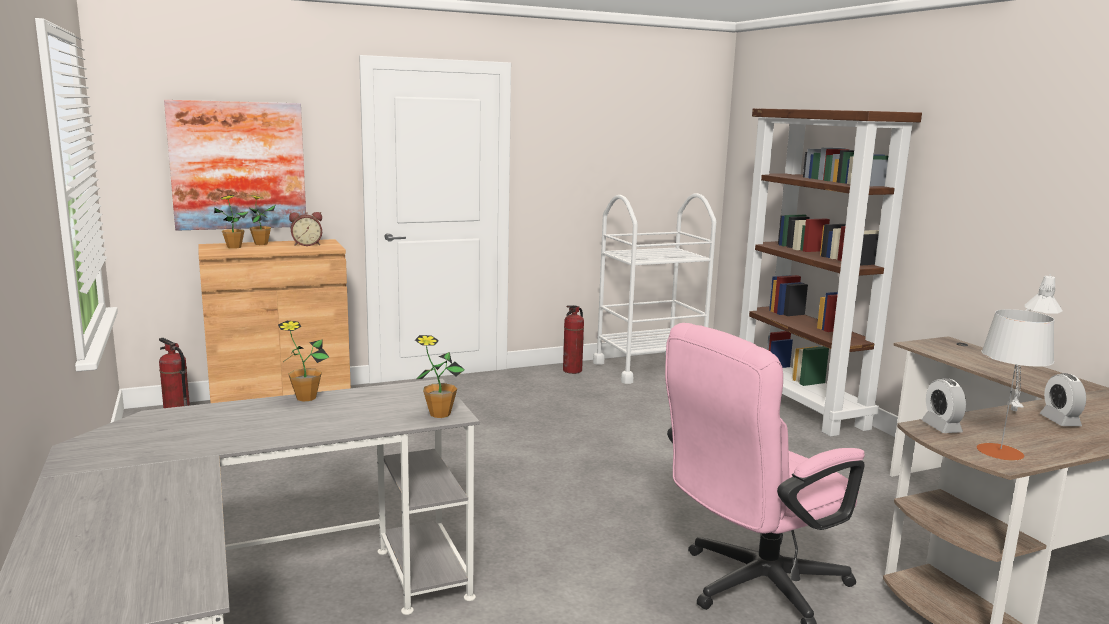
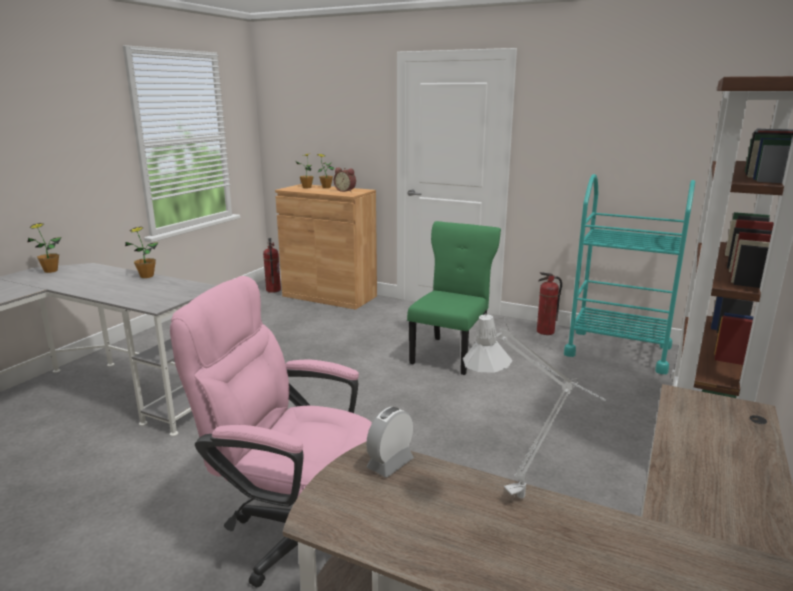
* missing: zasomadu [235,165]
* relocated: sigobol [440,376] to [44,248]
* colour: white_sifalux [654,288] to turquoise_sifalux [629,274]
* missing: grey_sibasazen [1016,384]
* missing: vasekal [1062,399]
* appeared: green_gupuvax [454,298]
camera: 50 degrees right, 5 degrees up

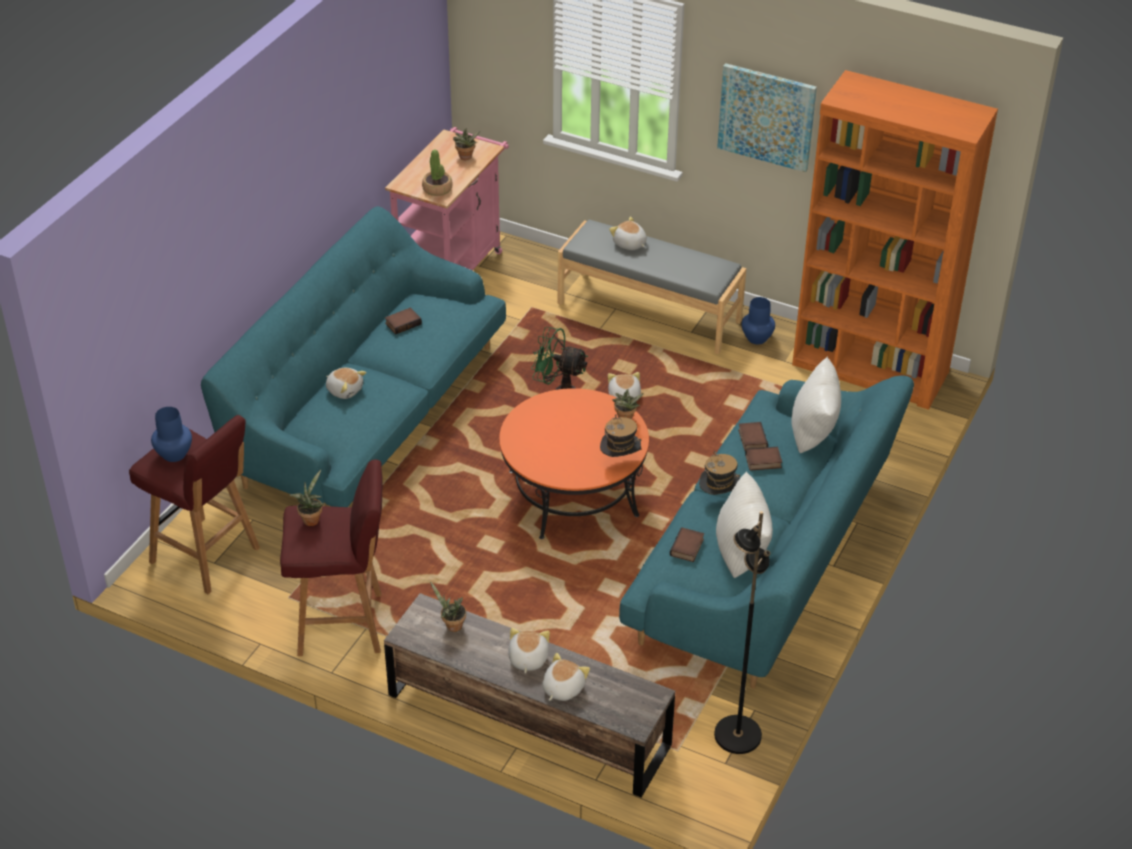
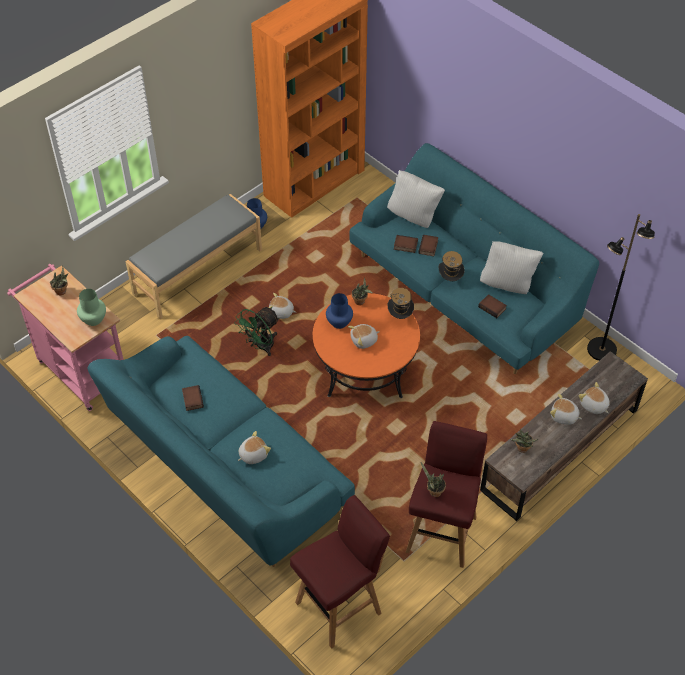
* relocated: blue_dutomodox [171,434] to [339,311]
* exchanged: sigobol [437,173] to green_dutomodox [91,307]
* relocated: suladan [628,233] to [364,336]
* missing: zasomadu [767,117]
camera: 70 degrees left, 10 degrees up

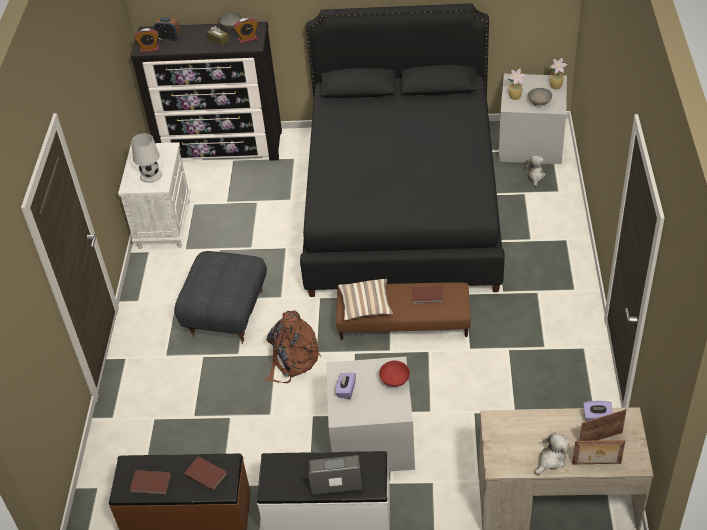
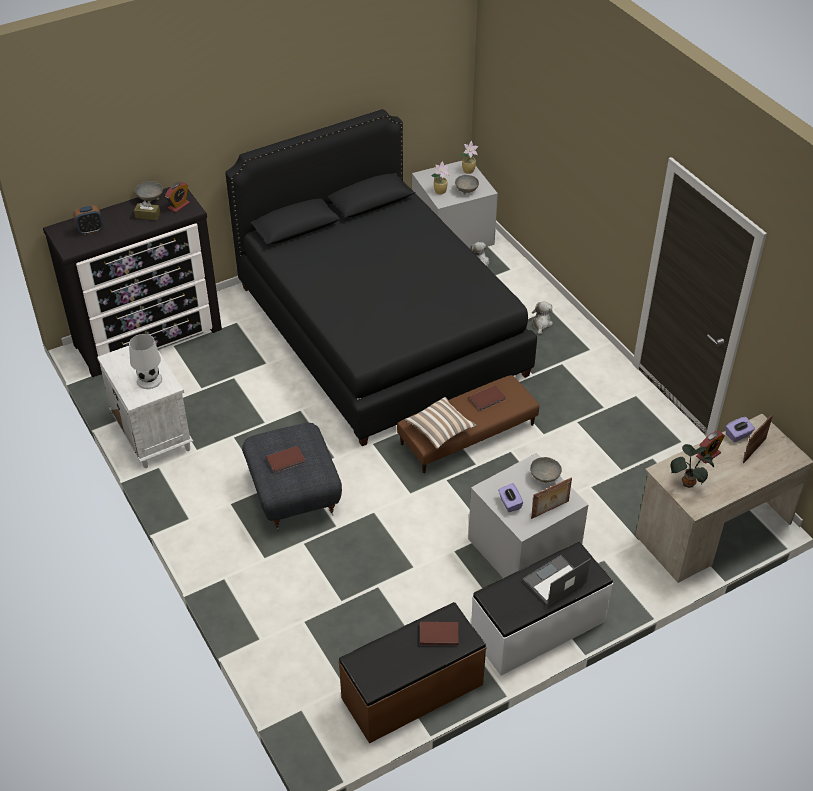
* relocated: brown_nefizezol [150,482] to [286,459]
* relocated: vasekal [146,40] to [710,447]
* missing: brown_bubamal [293,347]
* colour: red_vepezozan [394,373] to grey_vepezozan [546,470]
* relocated: suladan [551,453] to [542,318]
* relocated: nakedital [598,452] to [551,498]
* appeared: sigobol [692,466]
camera: 35 degrees left, 0 degrees up

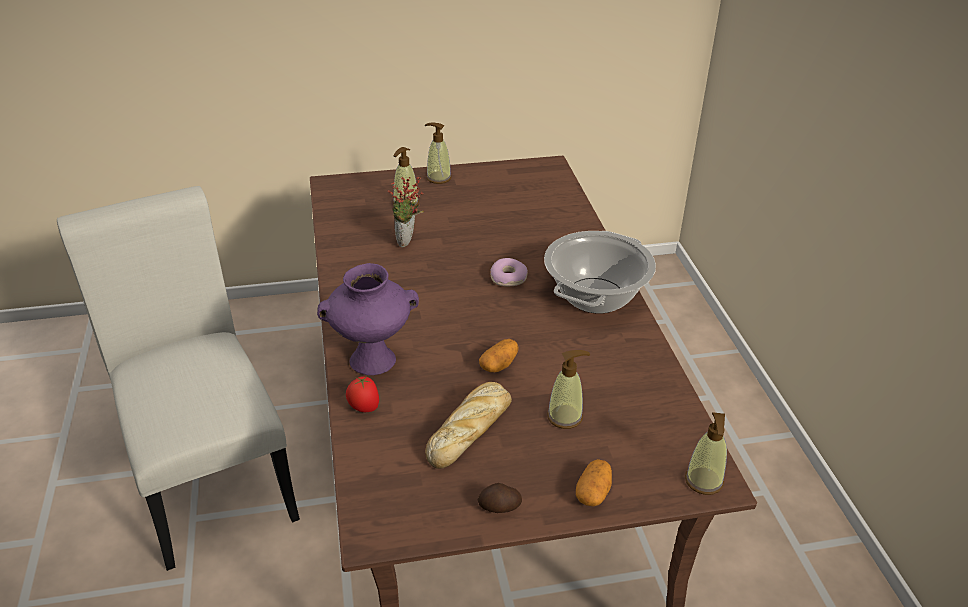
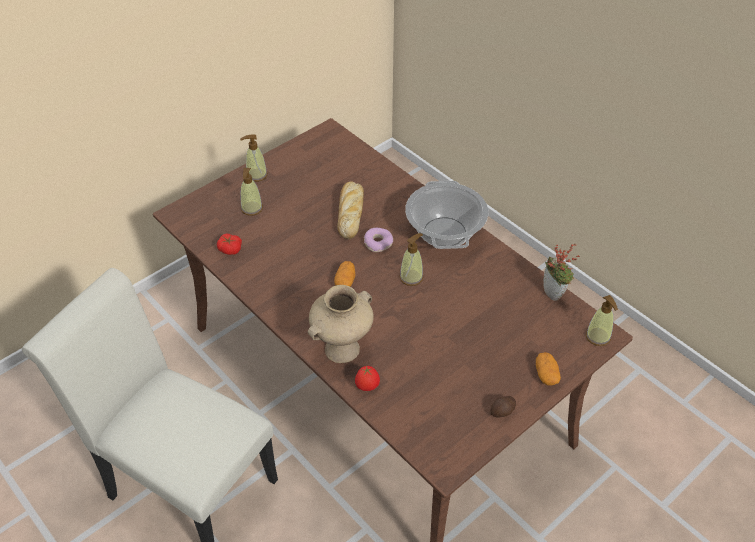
* colour: purple_dutomodox [368,319] to beige_dutomodox [341,324]
* relocated: sigobol [405,211] to [561,272]
* relocated: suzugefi [468,425] to [350,210]
* relocated: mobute [499,355] to [345,274]
* relocated: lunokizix [568,389] to [411,259]
* appeared: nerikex [229,244]
camera: 30 degrees left, 10 degrees up

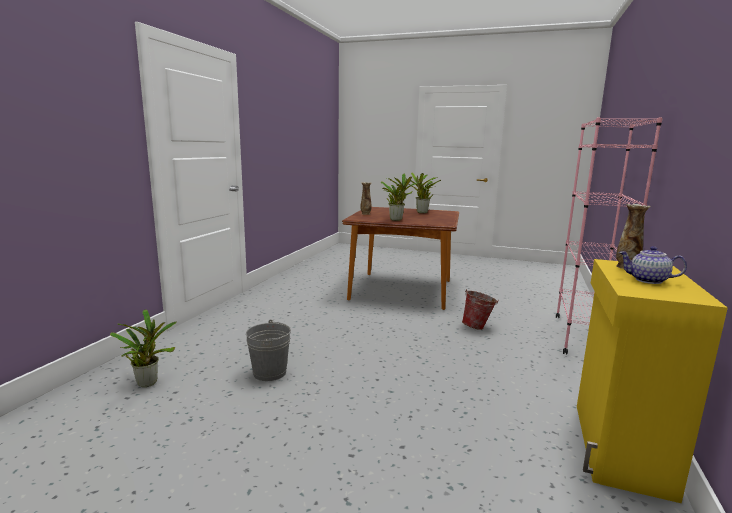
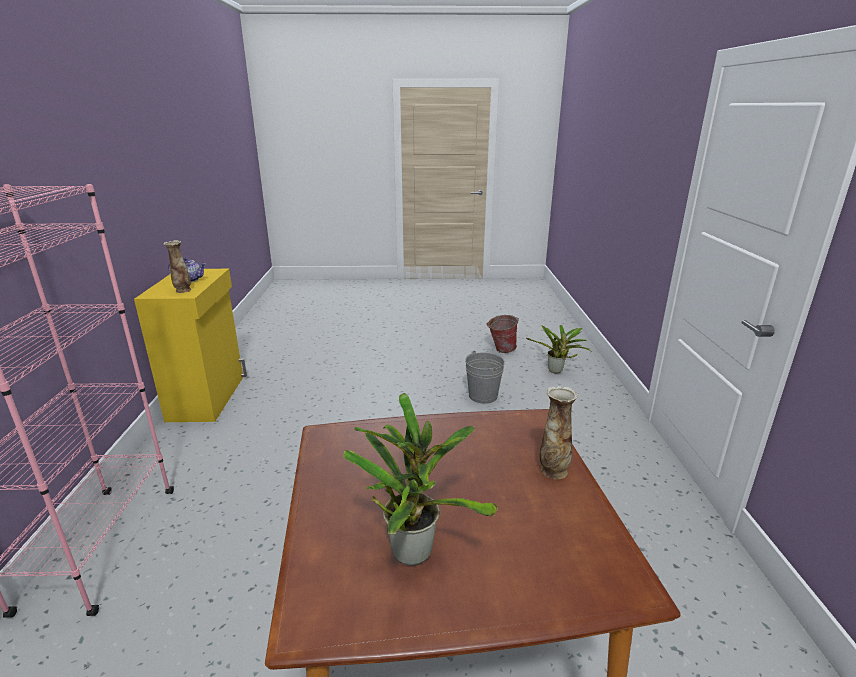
* missing: sigobol [400,197]
* relocated: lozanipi [480,309] to [503,334]
camera: 160 degrees right, 10 degrees up

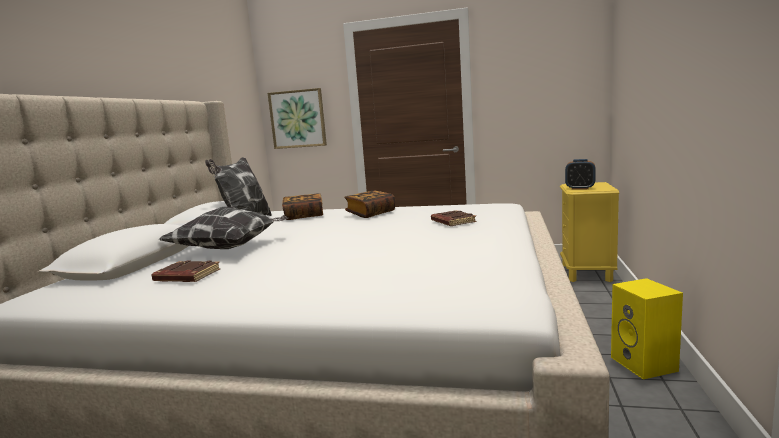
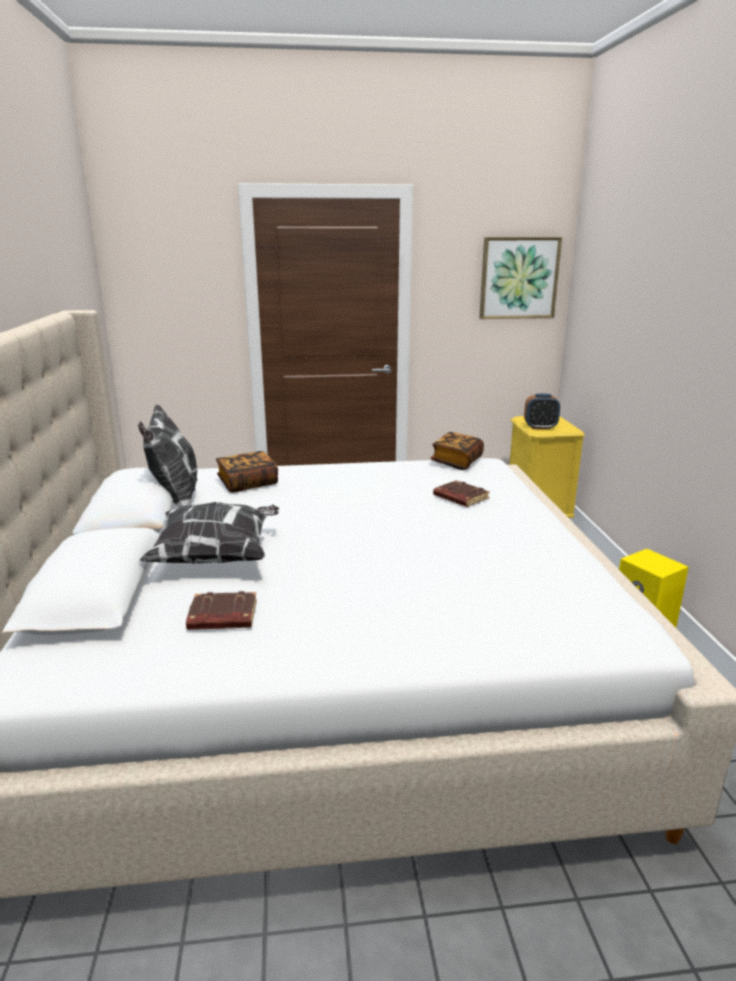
* relocated: zasomadu [297,118] to [520,278]
* relocated: nefizezol [369,204] to [457,451]
camera: 20 degrees left, 10 degrees up

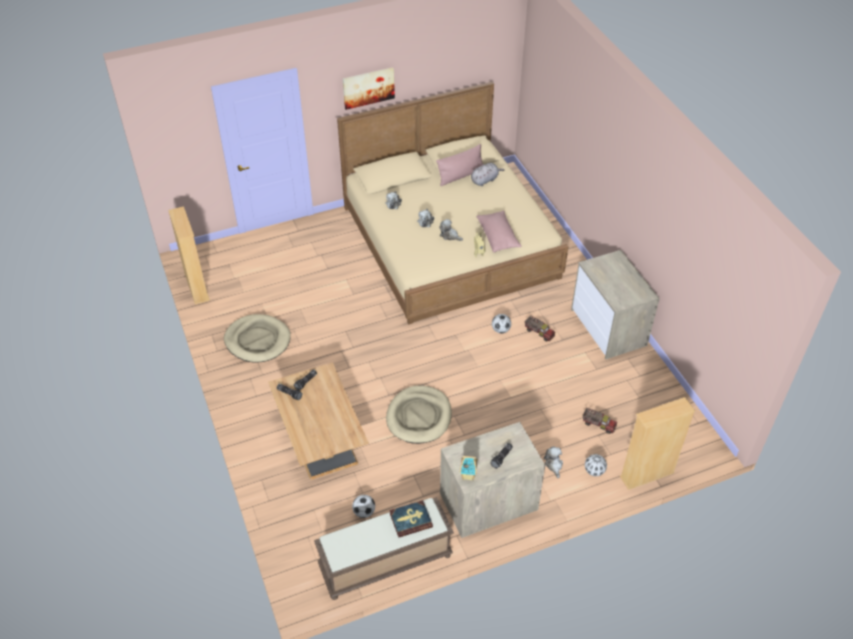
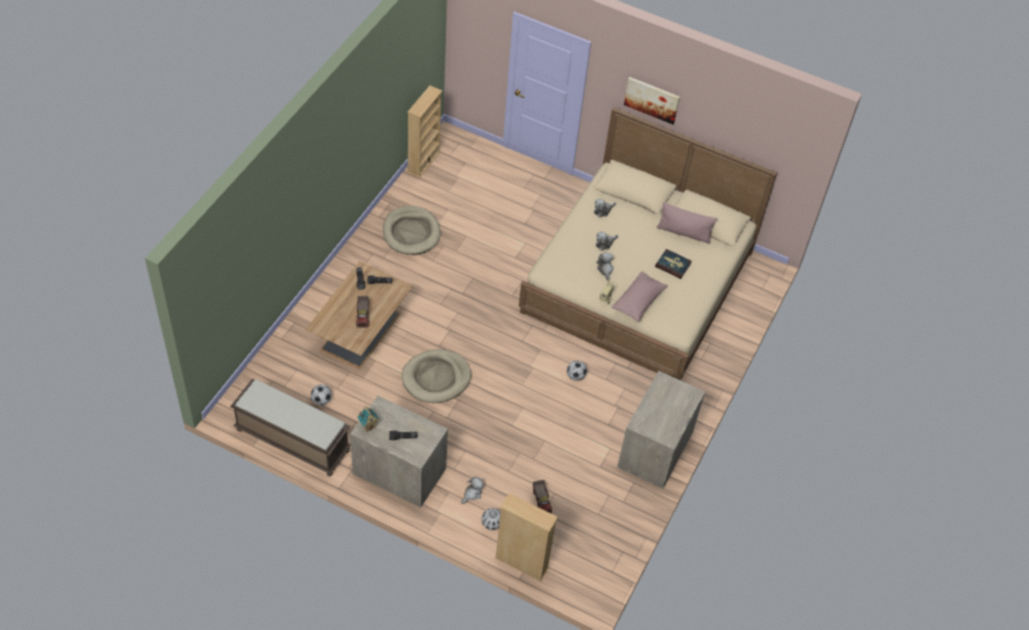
* relocated: nefizezol [411,518] to [673,264]
* missing: grey_suladan [488,174]
* relocated: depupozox [540,328] to [362,312]
camera: 45 degrees right, 5 degrees up

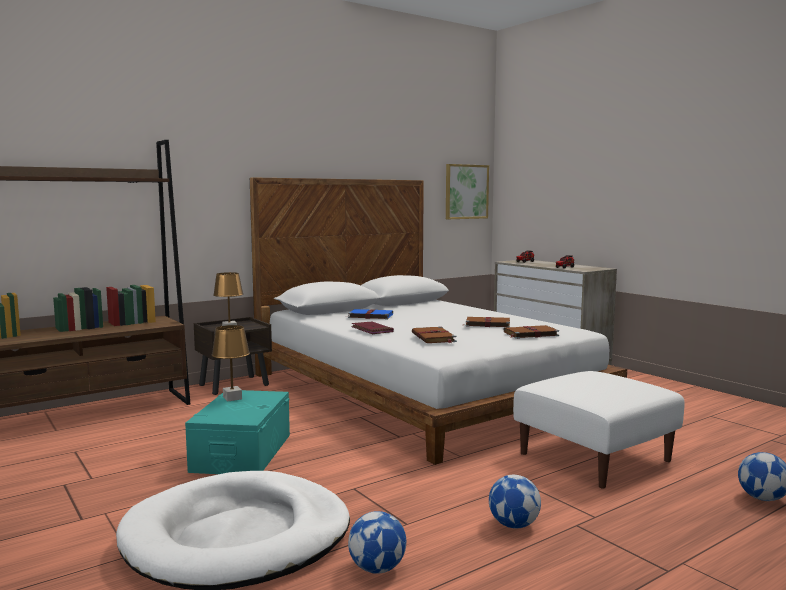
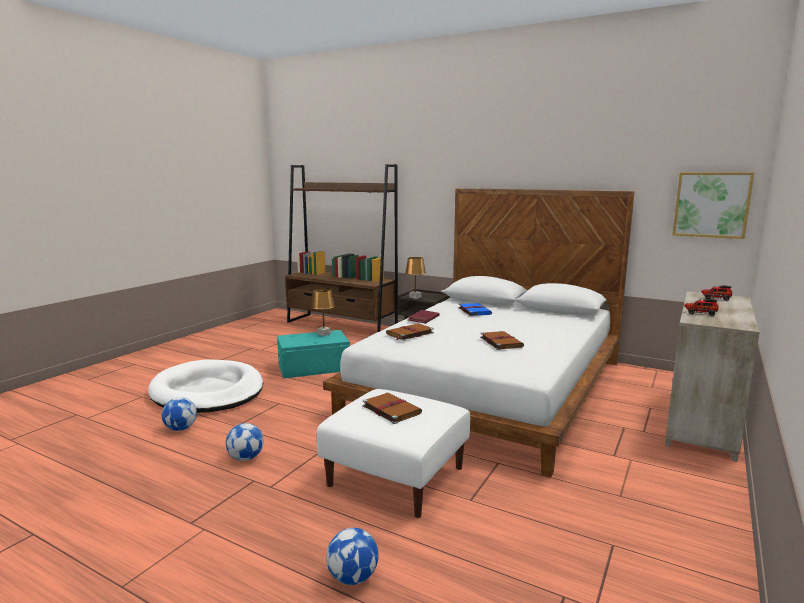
* relocated: brown_nefizezol [531,332] to [392,408]
camera: 65 degrees right, 5 degrees up

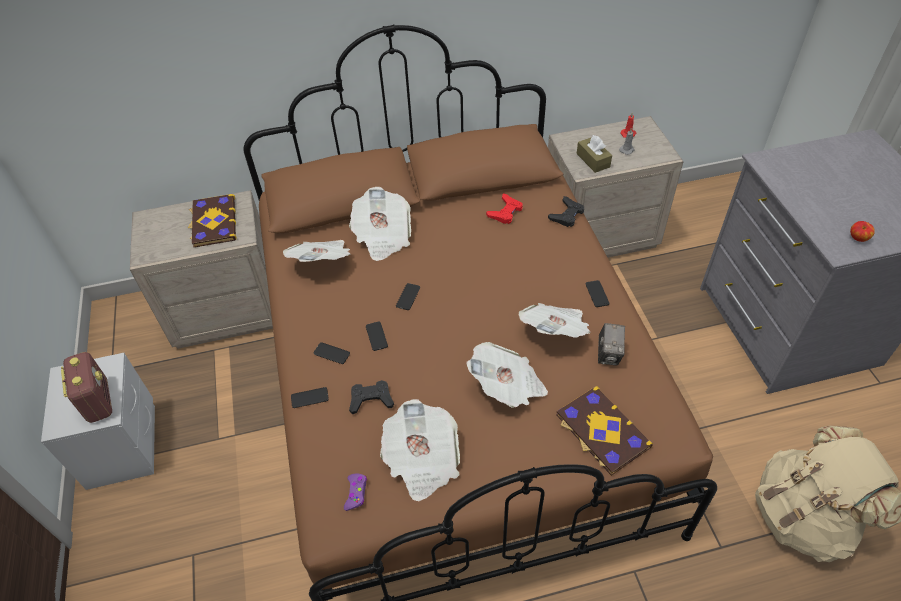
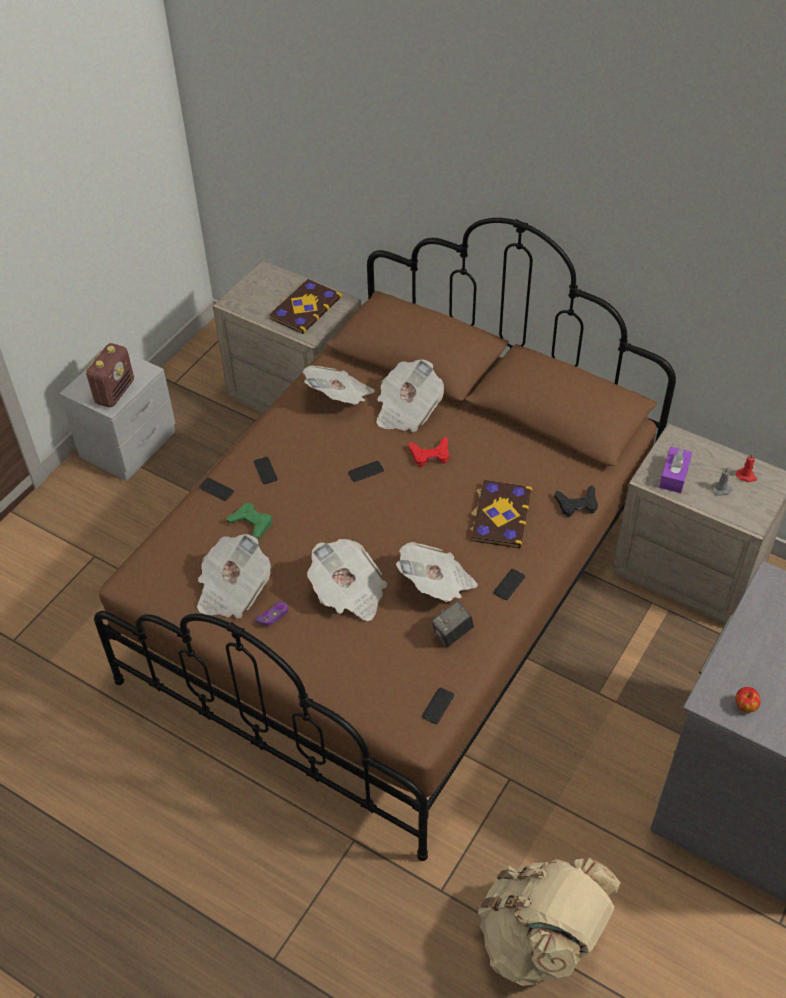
* relocated: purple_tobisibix [355,492] to [271,613]
* colour: black_tobisibix [371,397] to green_tobisibix [249,521]
* relocated: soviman [377,336] to [438,705]
* relocated: red_tobisibix [504,208] to [428,452]
* relocated: nefizezol [604,430] to [501,514]
* colour: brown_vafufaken [594,154] to purple_vafufaken [675,470]
camera: 45 degrees right, 0 degrees up

